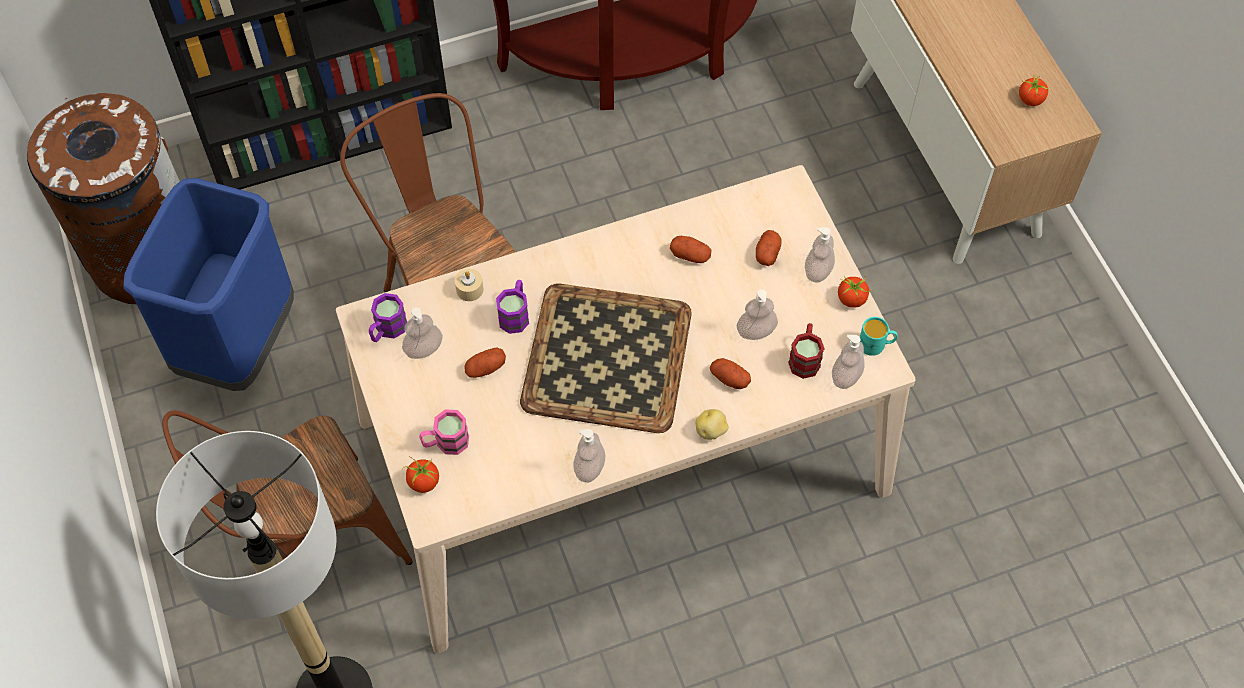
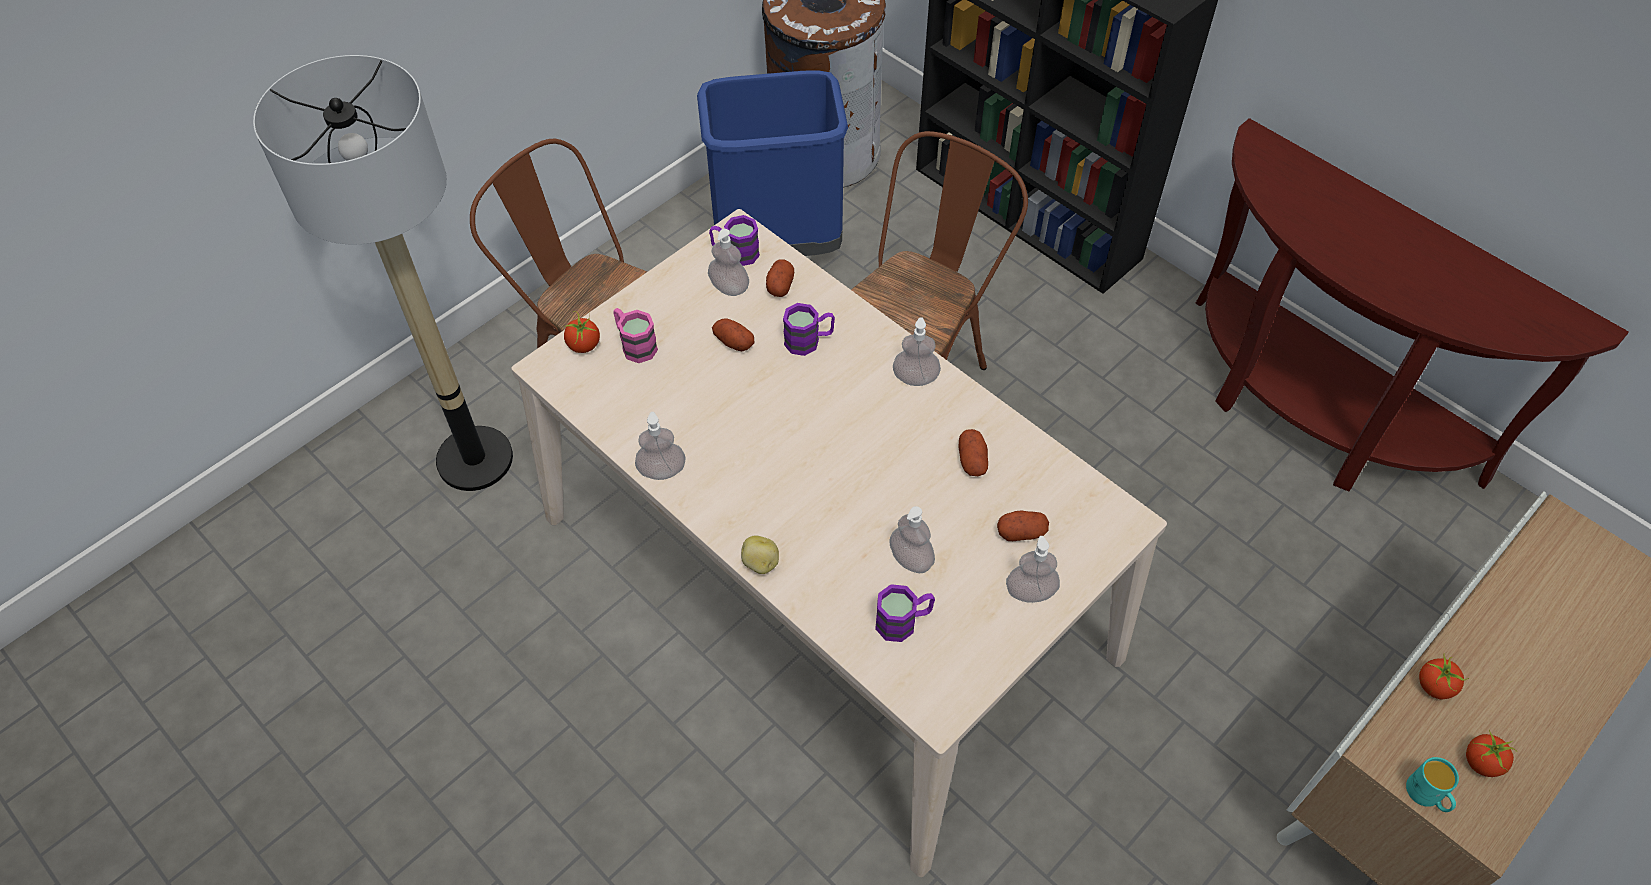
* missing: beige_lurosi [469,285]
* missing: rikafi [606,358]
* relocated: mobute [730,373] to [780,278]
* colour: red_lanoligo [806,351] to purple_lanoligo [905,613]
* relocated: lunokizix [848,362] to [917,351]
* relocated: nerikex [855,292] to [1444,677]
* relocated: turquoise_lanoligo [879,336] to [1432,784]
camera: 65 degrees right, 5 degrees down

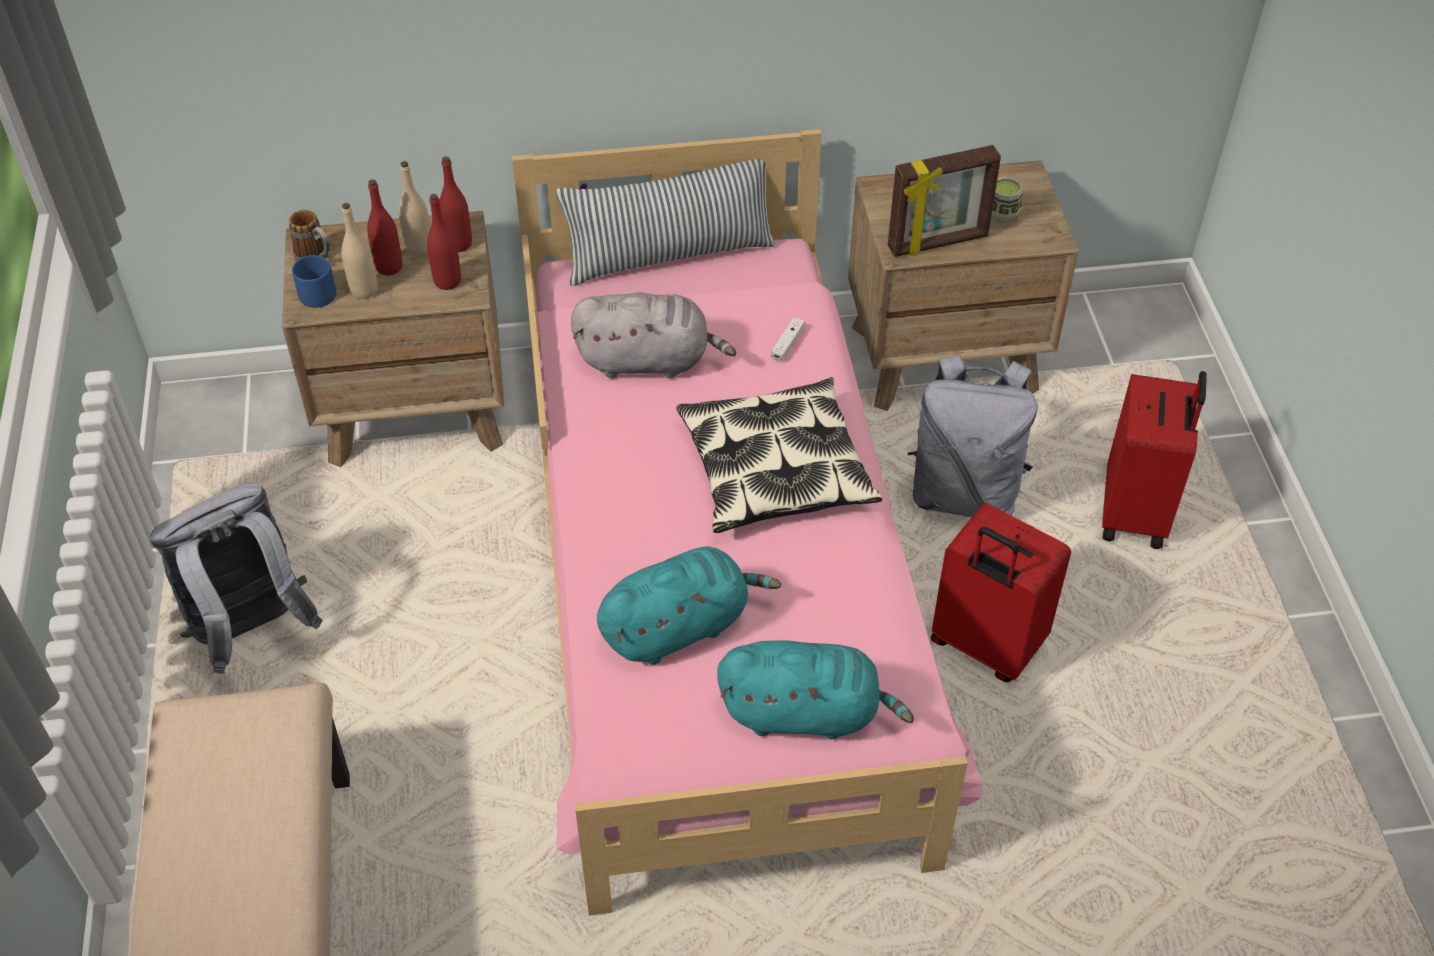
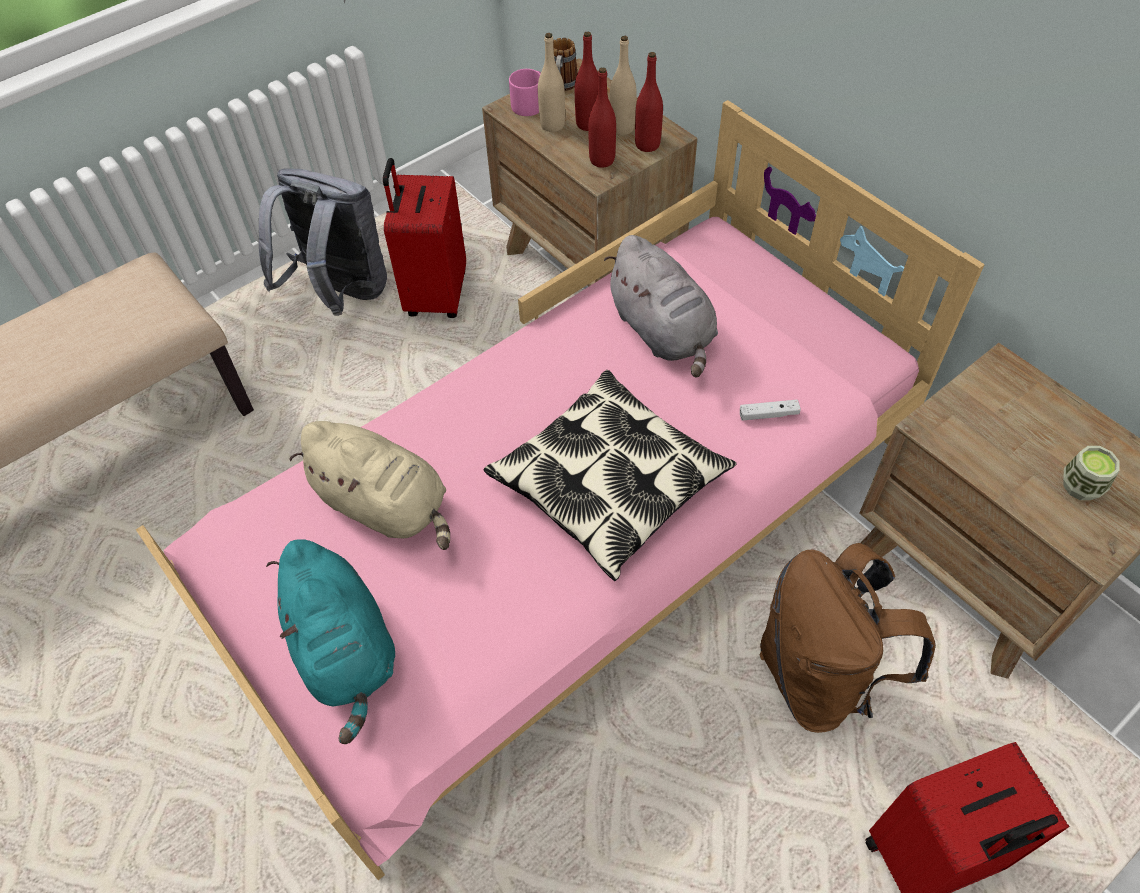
* colour: blue_lanoligo [314,281] to pink_lanoligo [525,92]
* missing: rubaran [665,222]
* colour: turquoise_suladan [689,606] to beige_suladan [369,485]
* missing: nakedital [944,201]
* colour: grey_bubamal [973,436] to brown_bubamal [847,638]
* relocated: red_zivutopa [1001,592] to [424,238]
camera: 60 degrees right, 5 degrees up

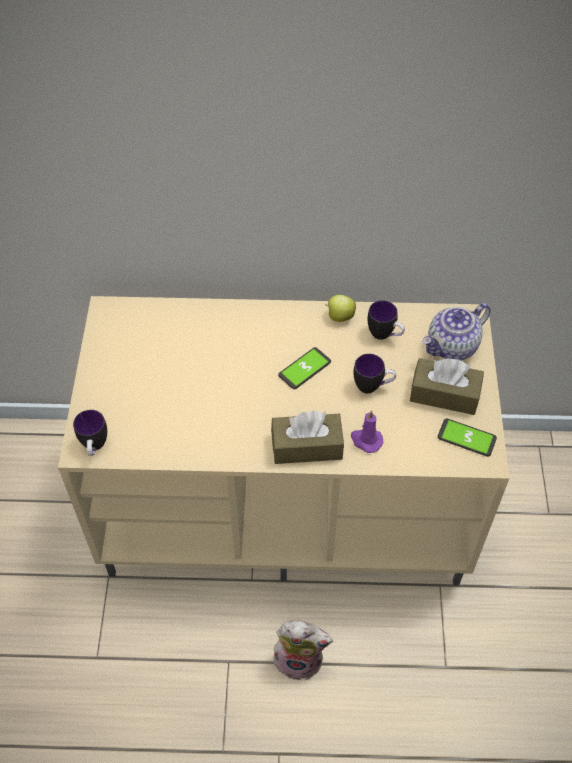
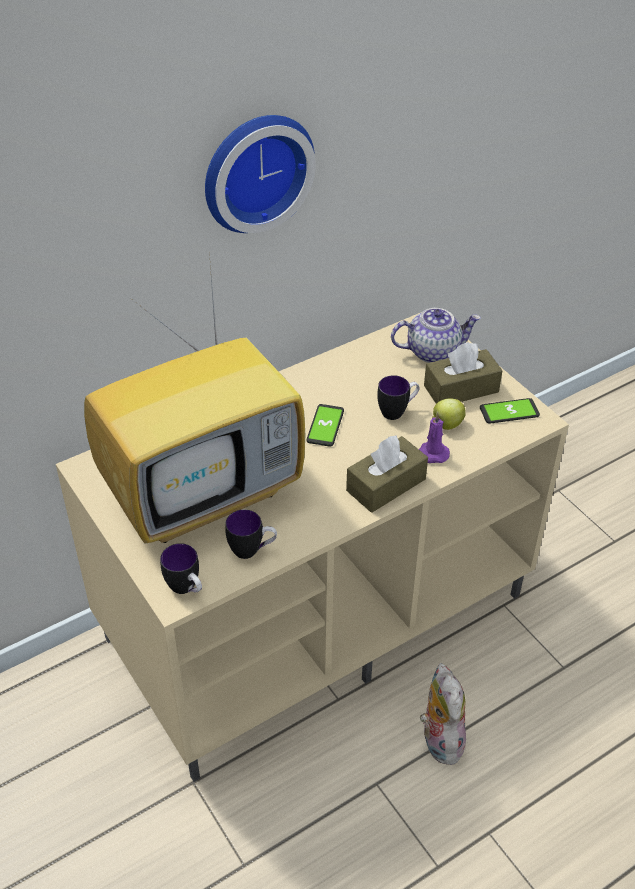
* spun: suladan [303,650] = [443,714] 75 degrees counterclockwise
* relocated: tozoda [340,308] to [449,414]
* relocated: lanoligo [386,320] to [251,534]
* spun: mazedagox [456,331] = [436,335] 120 degrees counterclockwise
* appeared: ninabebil [194,397]
* appeared: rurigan [260,174]
camera: 35 degrees left, 10 degrees down

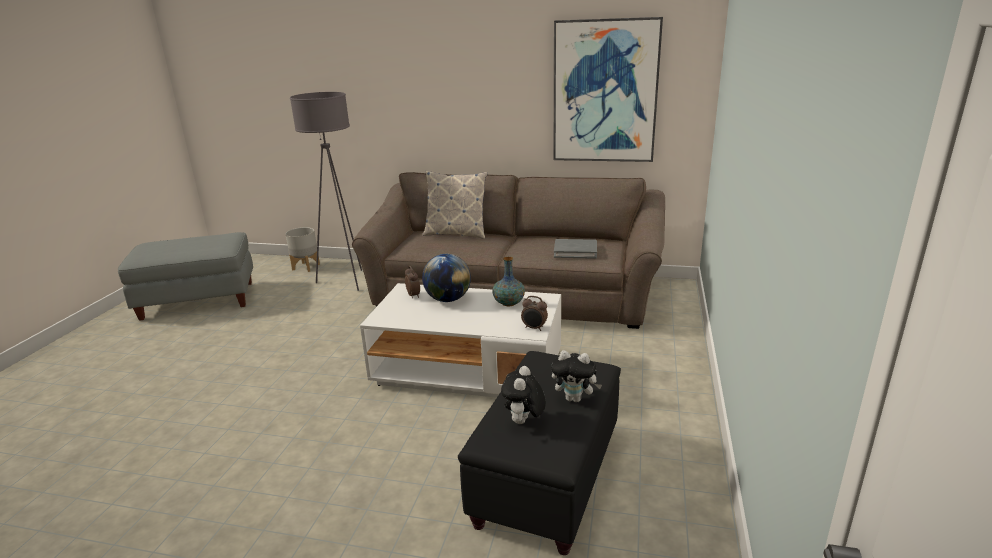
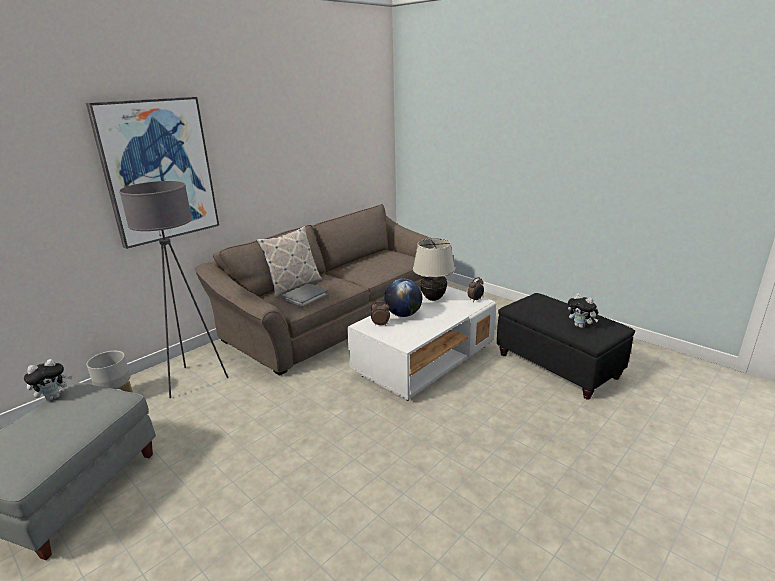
* exchanged: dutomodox [508,281] to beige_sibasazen [434,269]
* relocated: suladan [576,376] to [48,380]
* relocated: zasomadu [608,89] to [152,173]
* relocated: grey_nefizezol [575,249] to [305,296]
camera: 60 degrees left, 0 degrees up

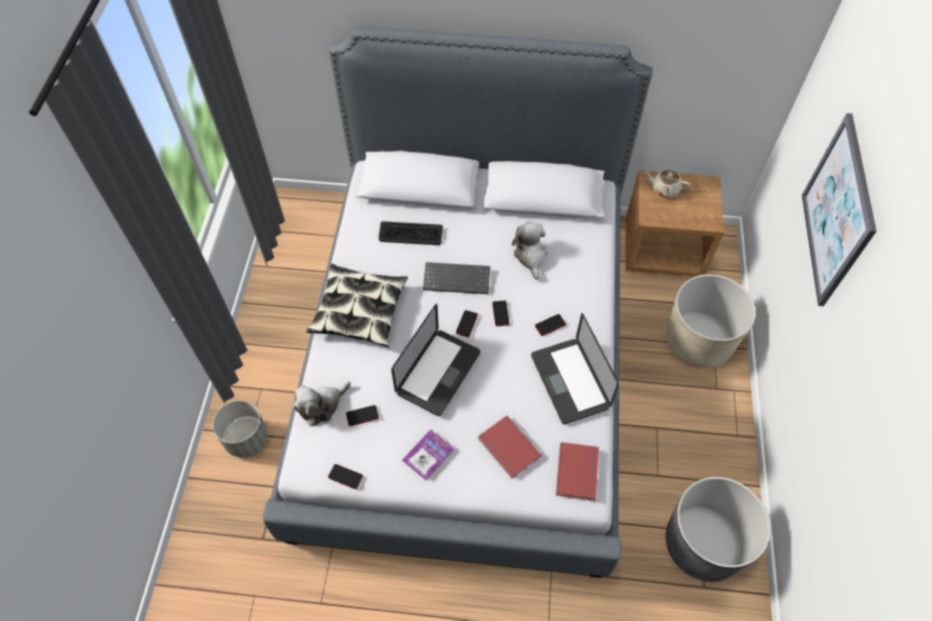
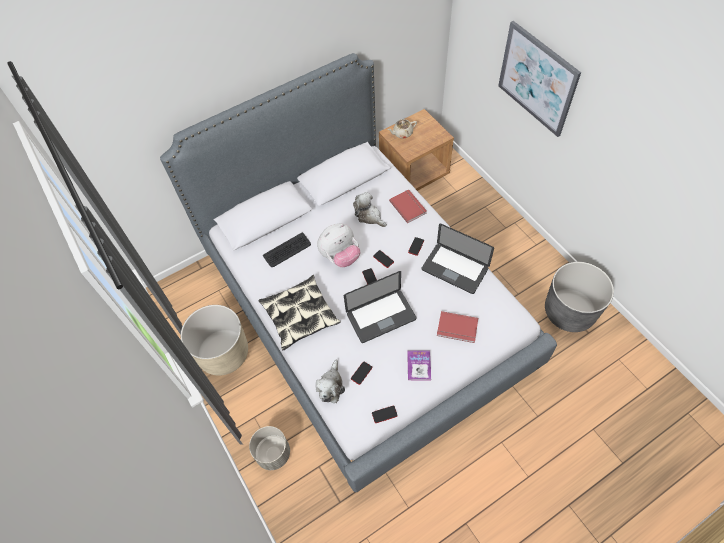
* spun: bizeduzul [435,360] = [380,307] 75 degrees clockwise
* exchanged: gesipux [456,278] to suladan [338,245]
* relocated: red_nefizezol [577,471] to [408,206]
* relocated: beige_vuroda [711,321] to [214,340]
camera: 35 degrees left, 0 degrees up

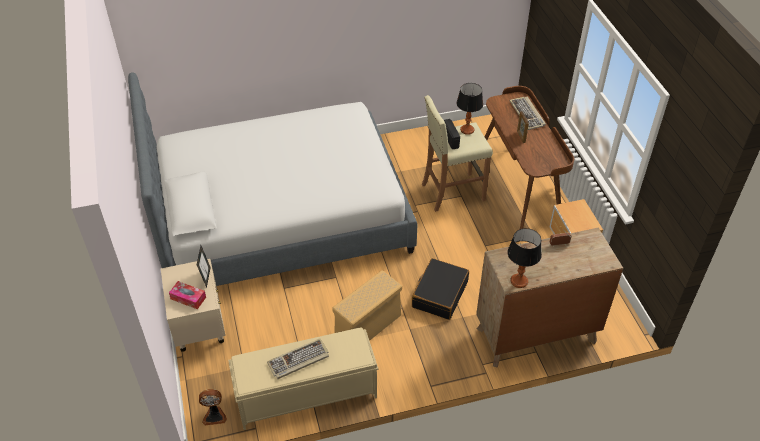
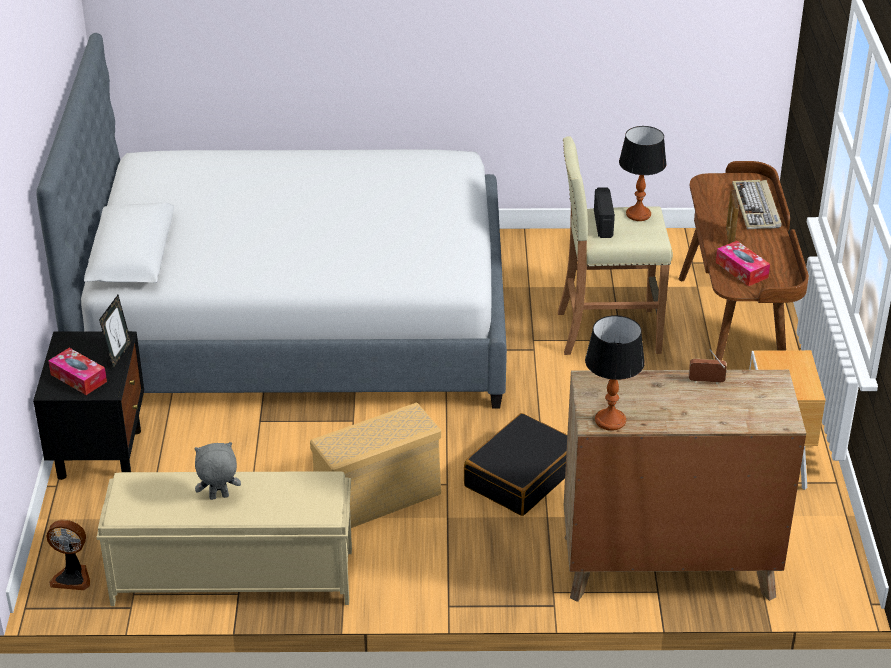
* colour: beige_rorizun [193,305] to black_rorizun [88,405]
* exchanged: gesipux [298,359] to grey_suladan [217,471]
* appeared: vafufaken [743,263]
camera: 15 degrees right, 10 degrees down

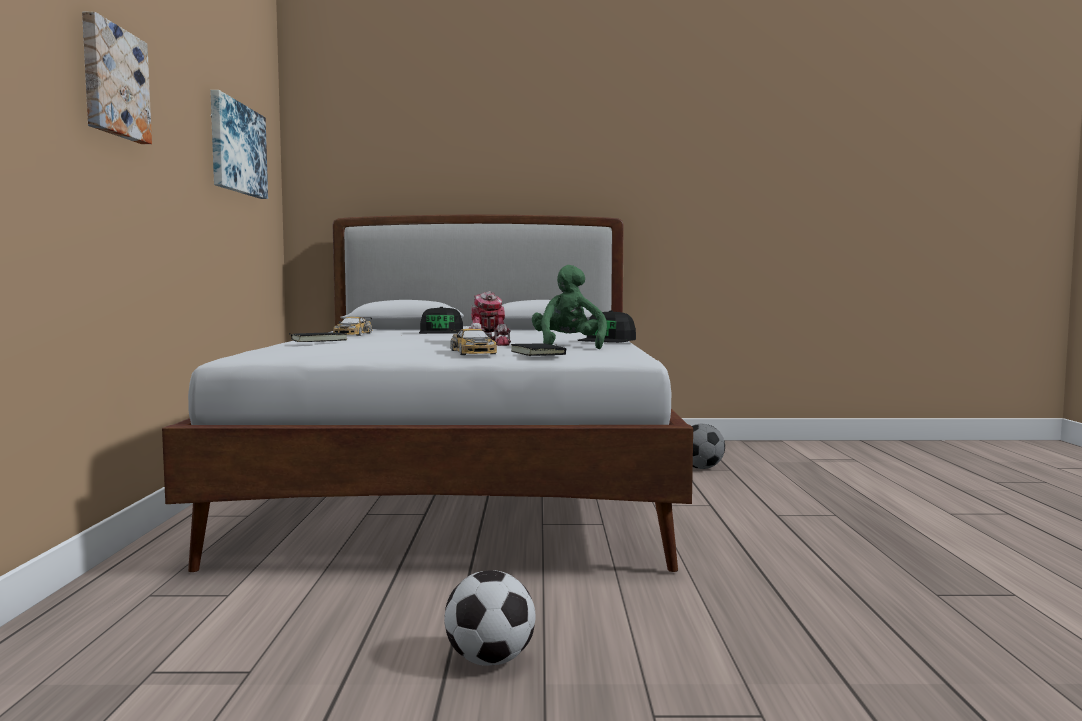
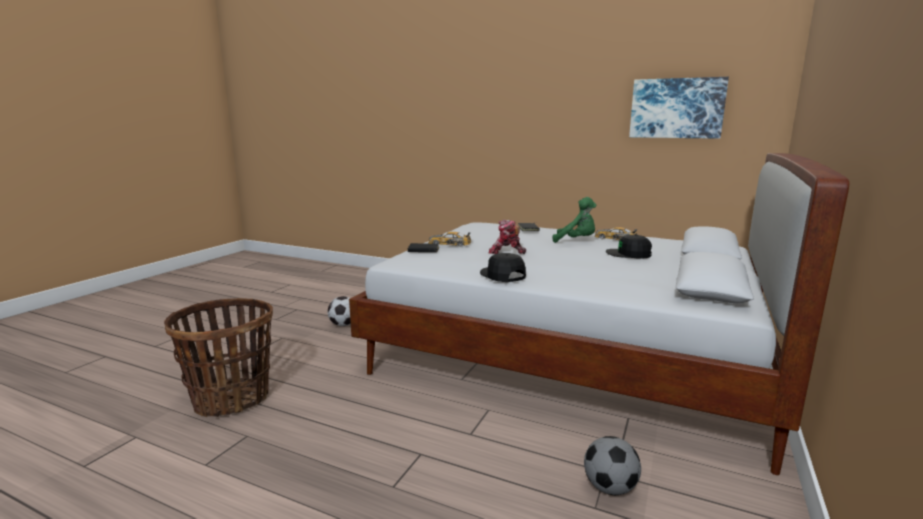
* missing: zasomadu [117,78]
* relocated: green_suladan [569,307] to [574,220]
* appeared: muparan [218,357]
camera: 115 degrees right, 10 degrees up

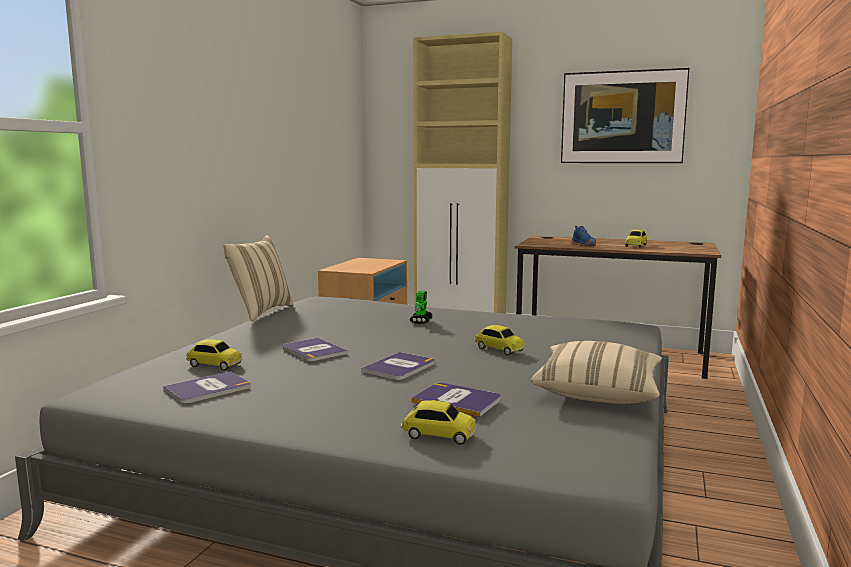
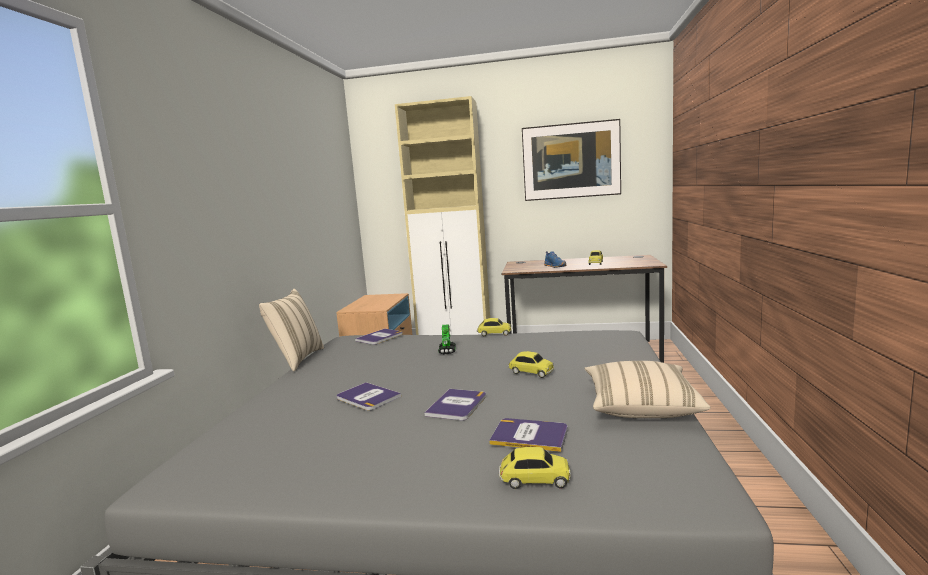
* relocated: nefizezol [207,387] to [379,337]
* relocated: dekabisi [214,355] to [494,327]
camera: 10 degrees left, 0 degrees up

